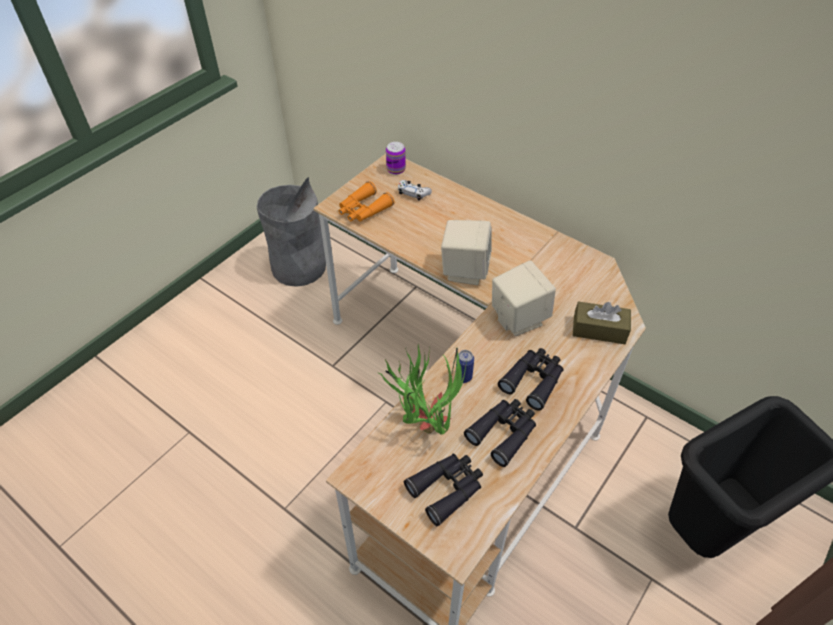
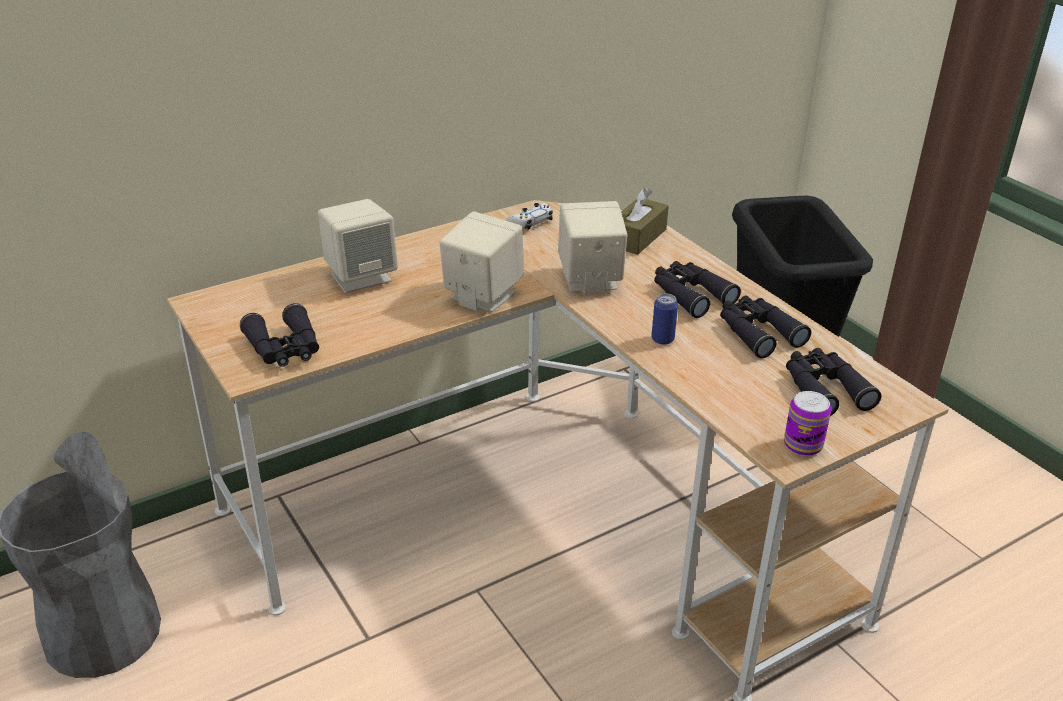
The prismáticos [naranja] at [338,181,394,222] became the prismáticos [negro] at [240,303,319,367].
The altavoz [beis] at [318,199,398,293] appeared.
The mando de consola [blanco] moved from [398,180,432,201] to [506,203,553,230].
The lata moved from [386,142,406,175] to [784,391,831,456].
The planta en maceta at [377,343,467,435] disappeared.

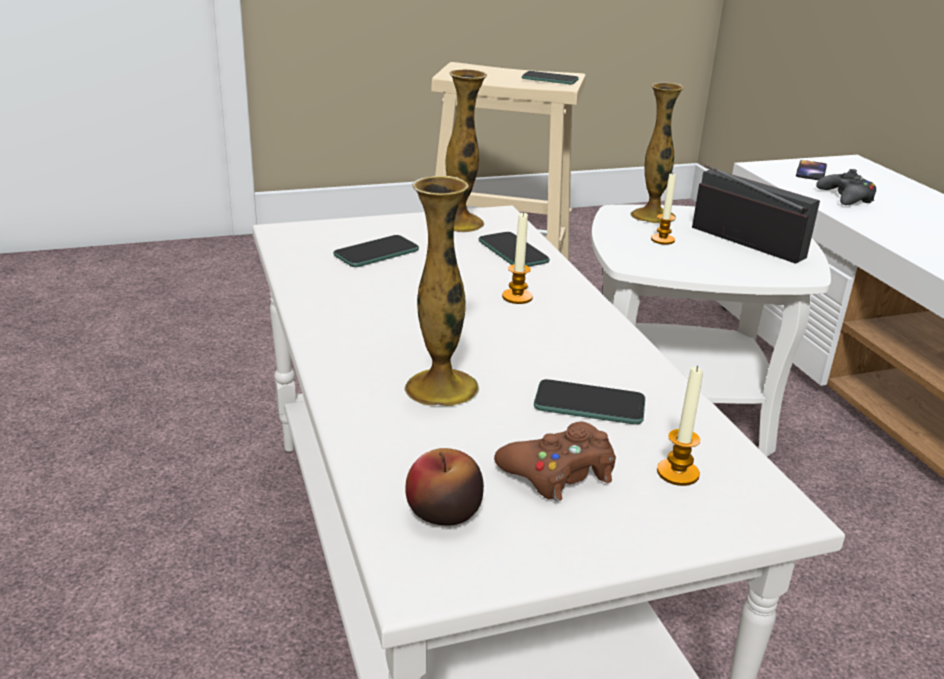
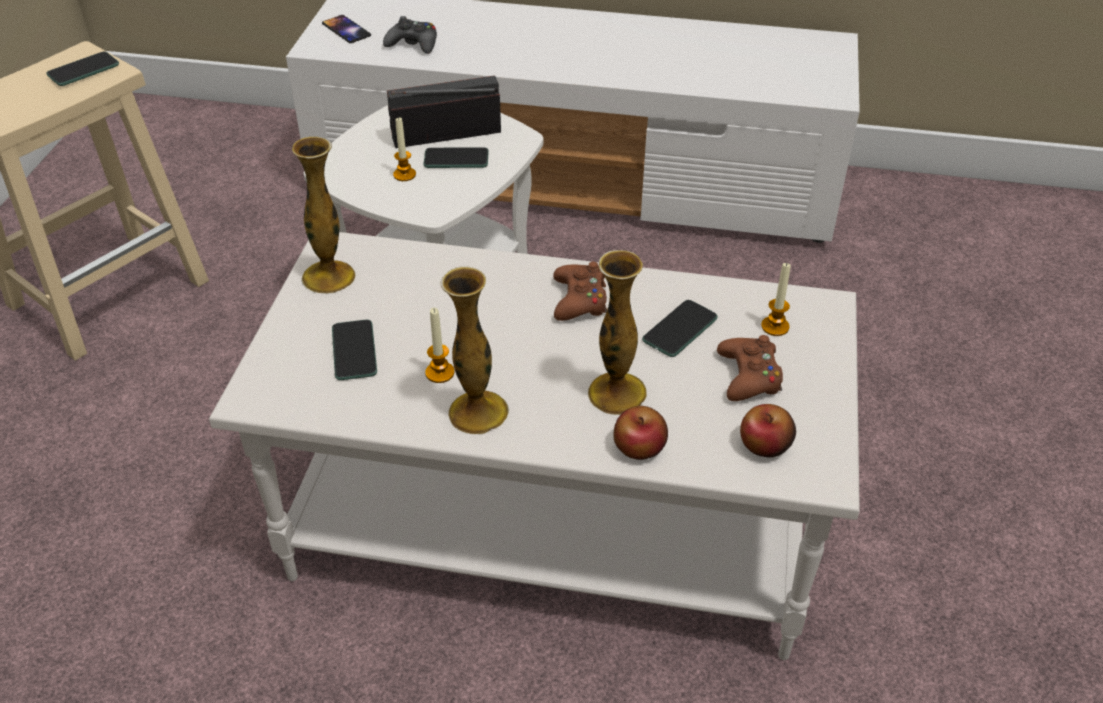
The móvil moved from [479,232,550,267] to [423,147,489,168].
The vela moved from [502,211,533,304] to [425,308,454,383].
The florero moved from [630,83,684,223] to [440,266,509,435].
The mando de consola [marrón] at [553,261,607,321] appeared.
The manzana at [613,406,668,460] appeared.

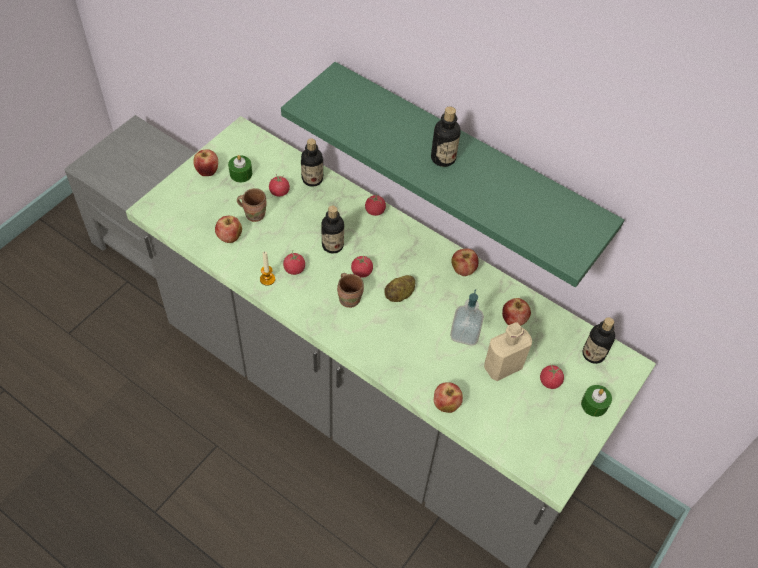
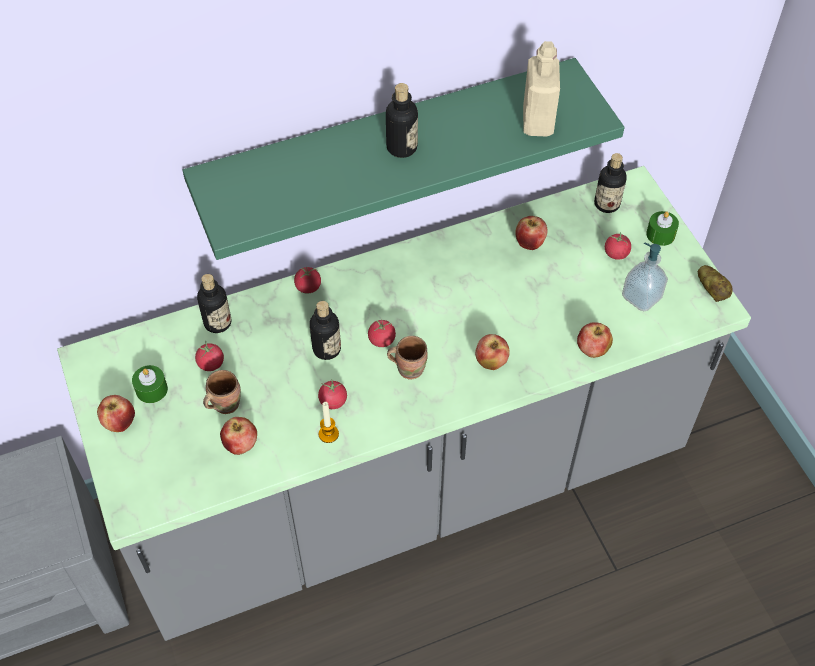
The manzana moved from [451,248,479,276] to [475,334,510,370].
The botella [beis] moved from [484,322,532,381] to [523,41,560,136].
The dispensador de jabón moved from [450,289,484,346] to [622,242,668,311].
The patata moved from [384,275,415,302] to [698,265,733,302].

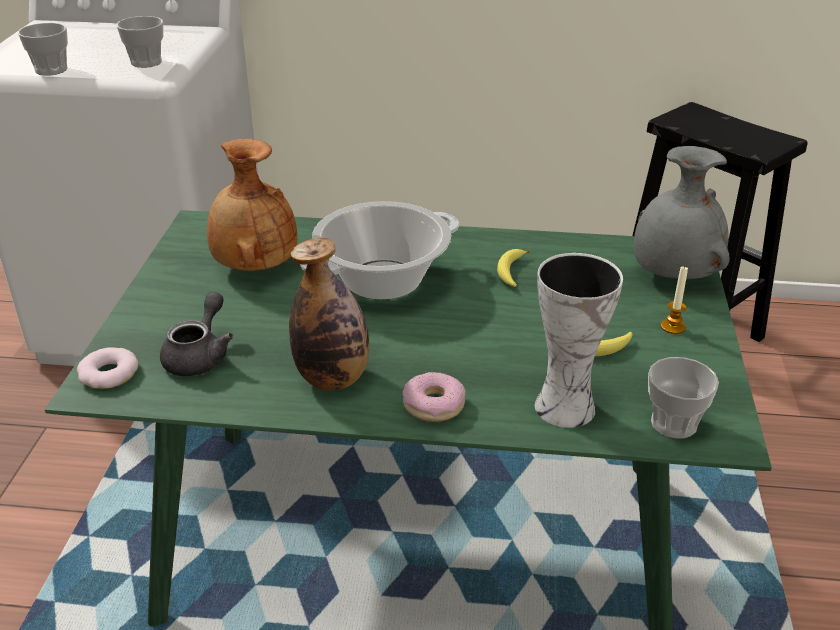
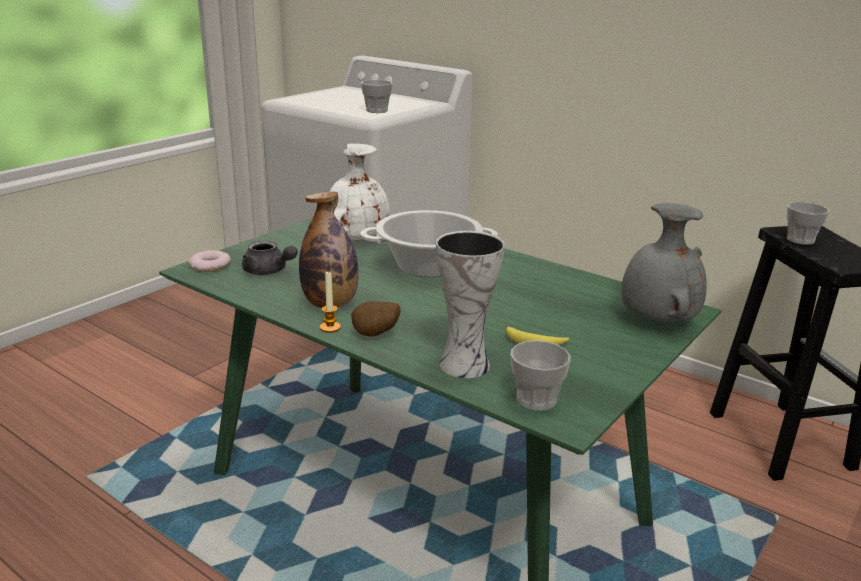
The tetera [gris] at [160,292,233,376] turned 75 degrees clockwise.
The vela moved from [661,265,688,334] to [320,271,341,333].
The florero [marrón] at [207,138,297,271] became the florero [blanco] at [330,144,390,240].
The rosquilla at [402,372,466,422] was replaced by the patata at [351,301,401,337].
The taza moved from [18,23,68,76] to [786,202,829,245].
The plátano at [497,249,530,287] disappeared.

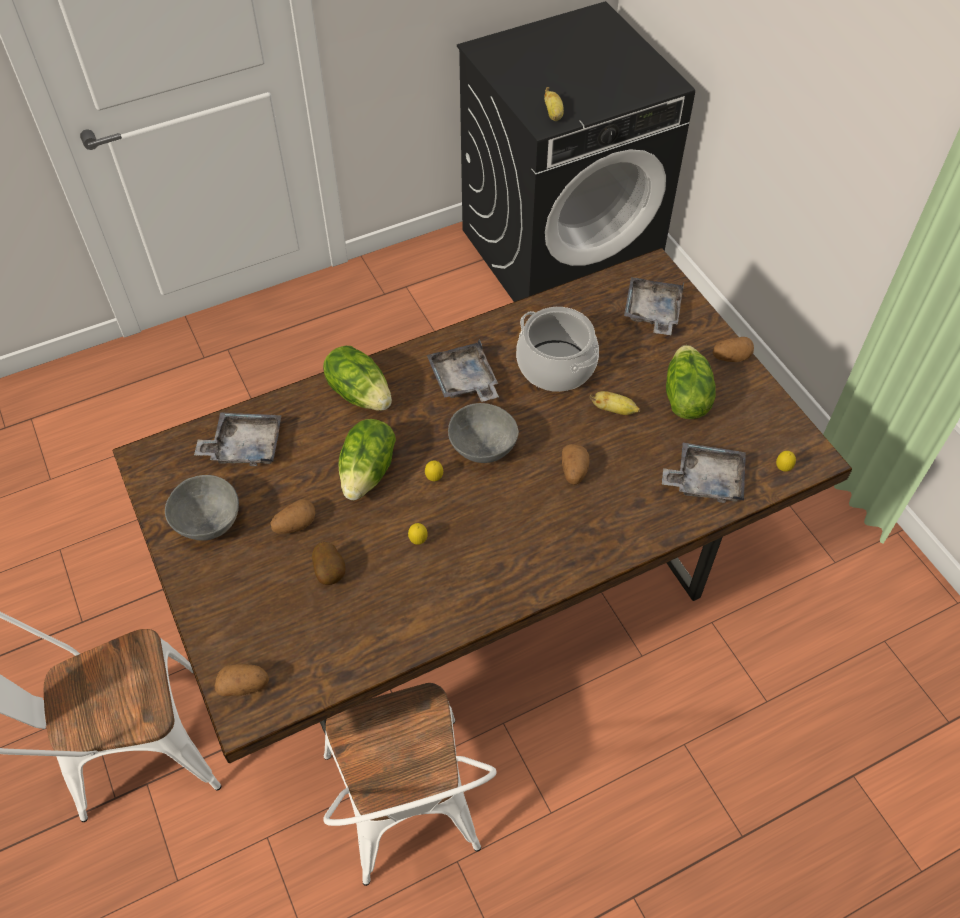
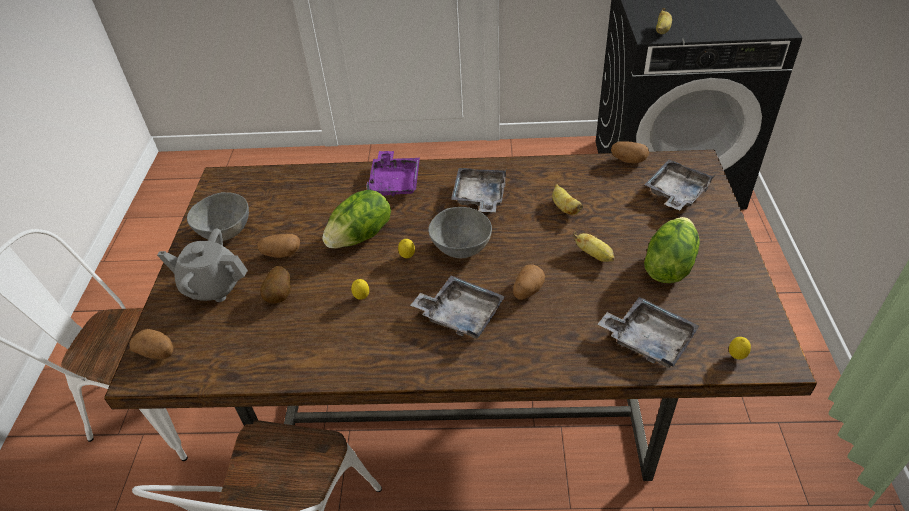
The tetera [gris] at [157,229,248,302] appeared.
The lechuga at [323,346,392,411] was replaced by the bandeja [morado] at [366,151,420,197].
The bandeja [gris] moved from [194,413,282,466] to [411,275,505,339].
The olla at [516,307,599,392] was replaced by the plátano at [552,184,583,215].
The patata moved from [713,337,754,362] to [611,141,649,163].

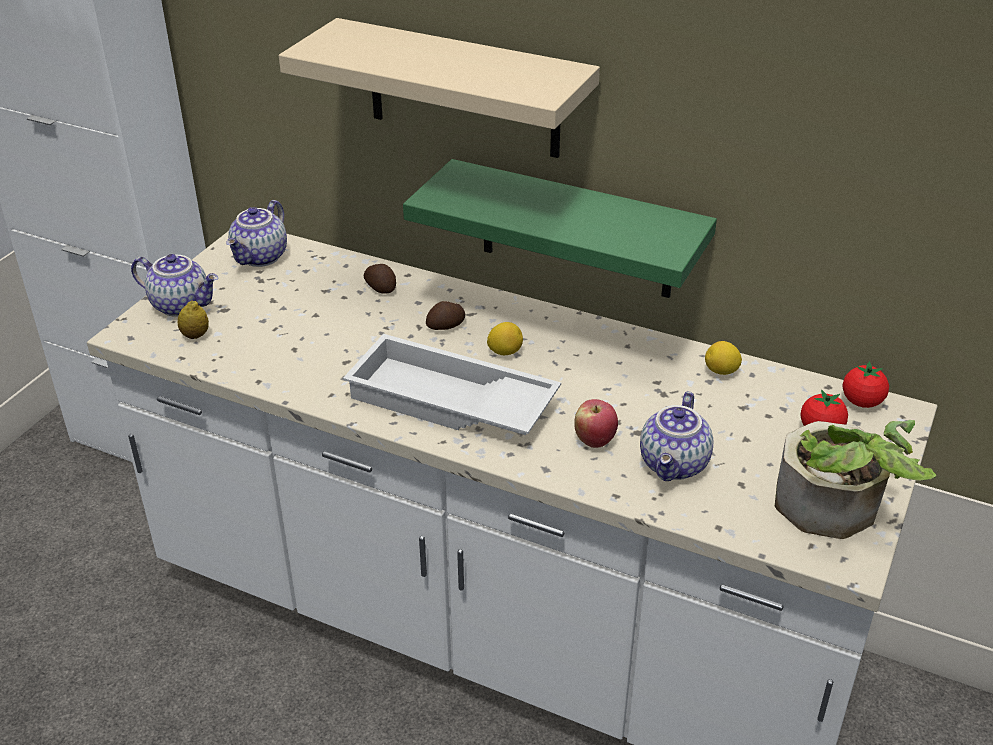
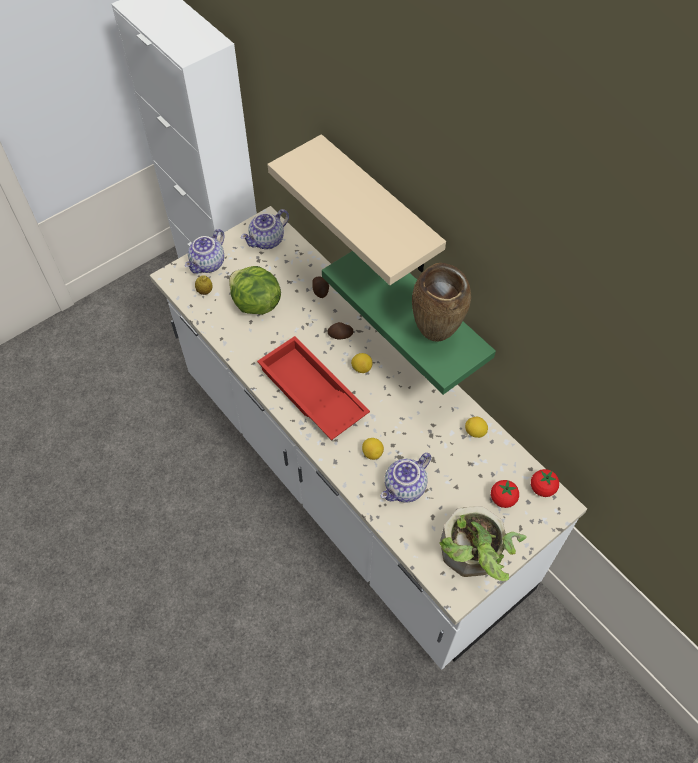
The tetera at [131,254,218,317] turned 75 degrees clockwise.
The lechuga at [229,266,281,315] appeared.
The bandeja [blanco] at [343,334,561,435] became the bandeja [rojo] at [257,336,370,440].
The manzana at [574,399,618,448] was replaced by the limón at [362,438,384,460].
The florero [marrón] at [412,263,471,342] appeared.

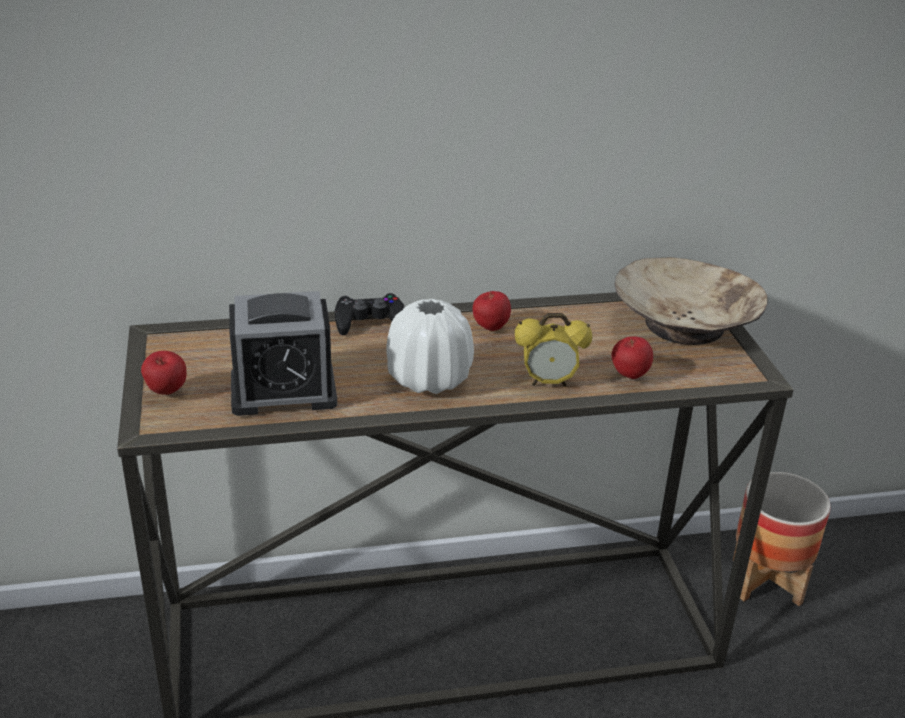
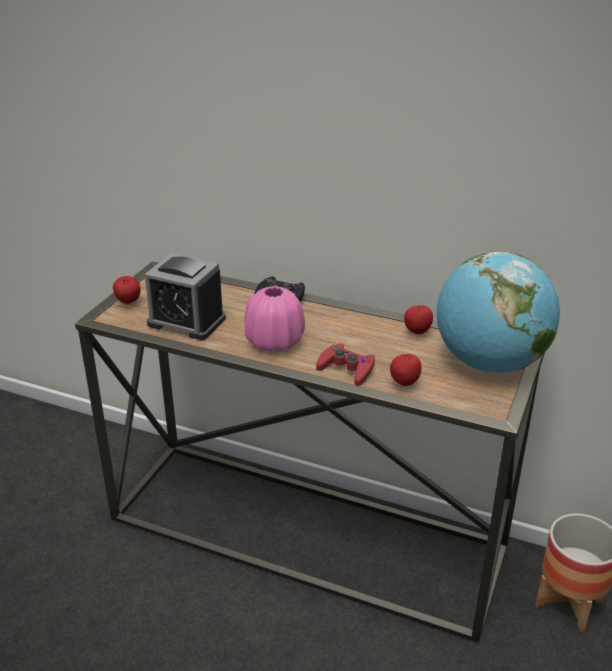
The florero [blanco] at [386,299,474,394] became the florero [rosa] at [244,286,305,352].
The despertador at [515,313,592,387] was replaced by the mando de consola [rojo] at [316,343,375,386].
The manzana moved from [473,291,511,331] to [404,305,433,334].
The cuenco [beis] at [614,257,768,345] was replaced by the globo terráqueo at [436,251,560,373].

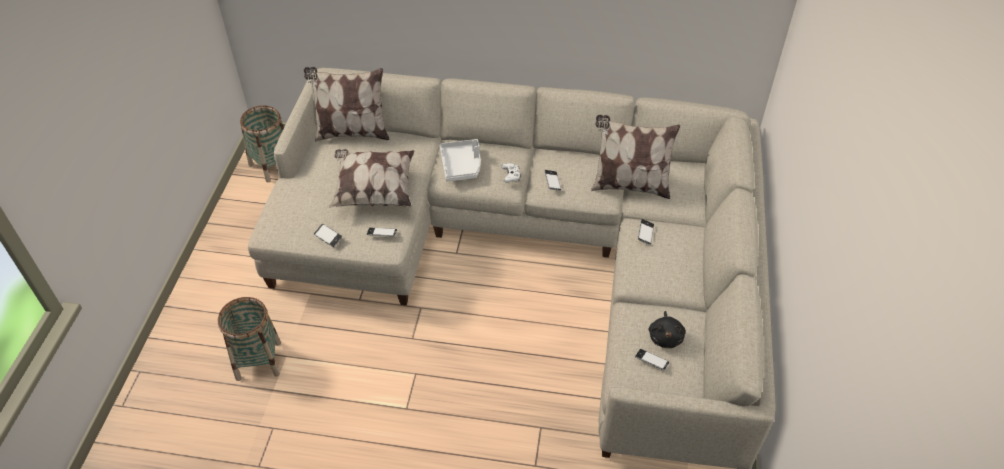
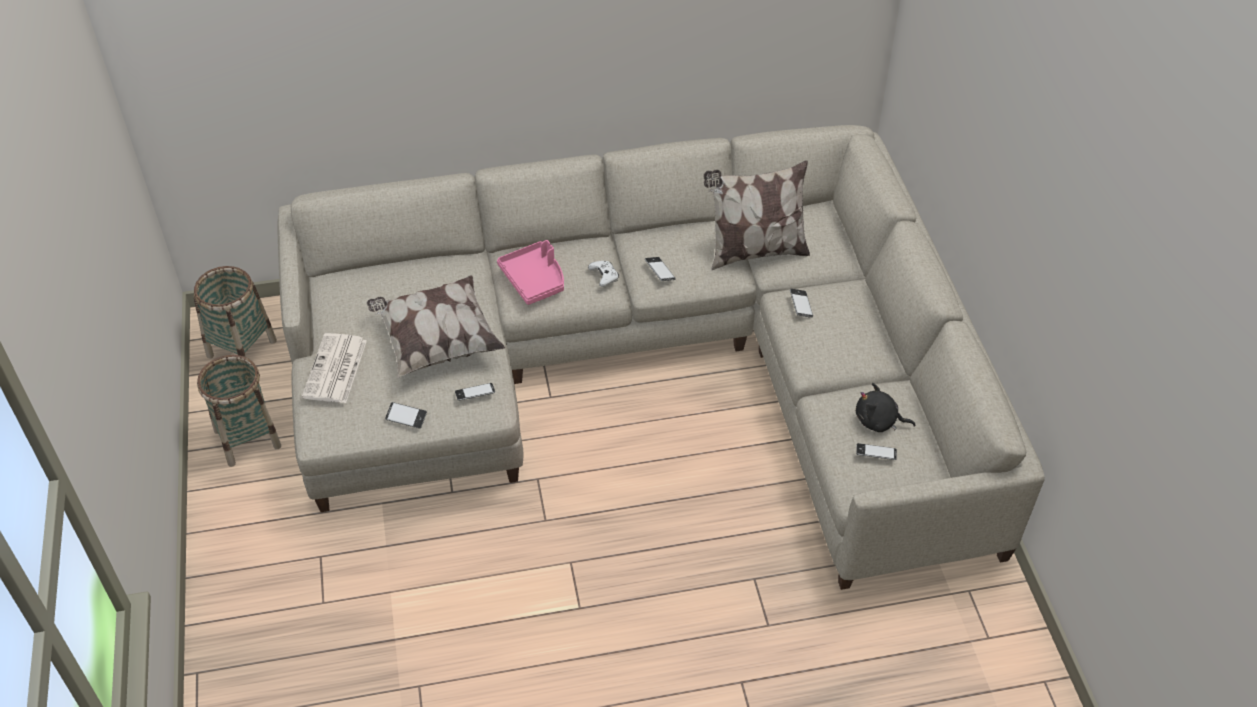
The cesta moved from [218,297,281,381] to [197,355,281,467].
The periódico at [302,333,367,403] appeared.
The bandeja [gris] at [439,139,481,181] became the bandeja [rosa] at [497,240,564,305].
The peluche [negro] at [649,311,686,348] turned 120 degrees clockwise.
The cojín at [304,67,389,142] disappeared.

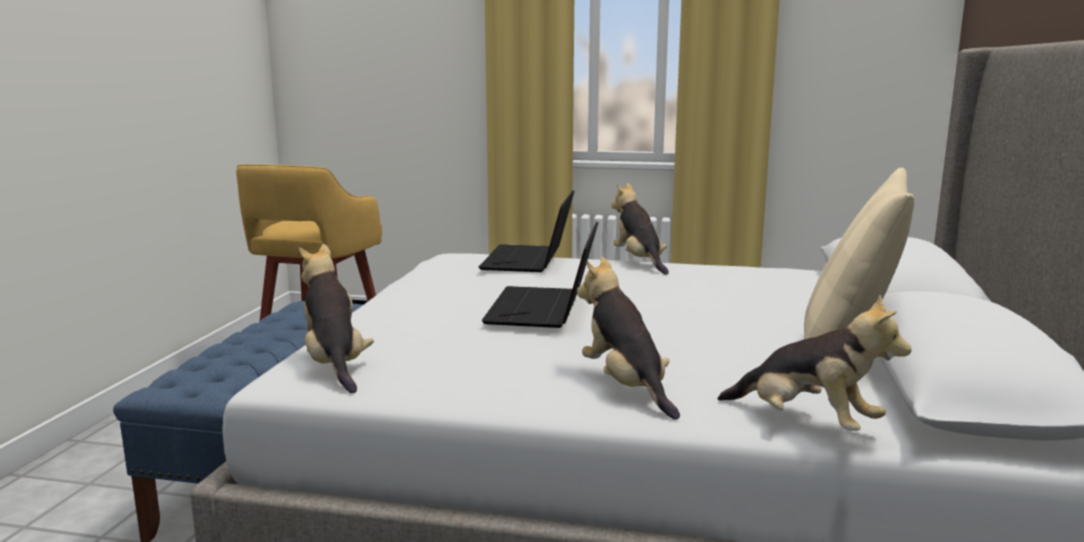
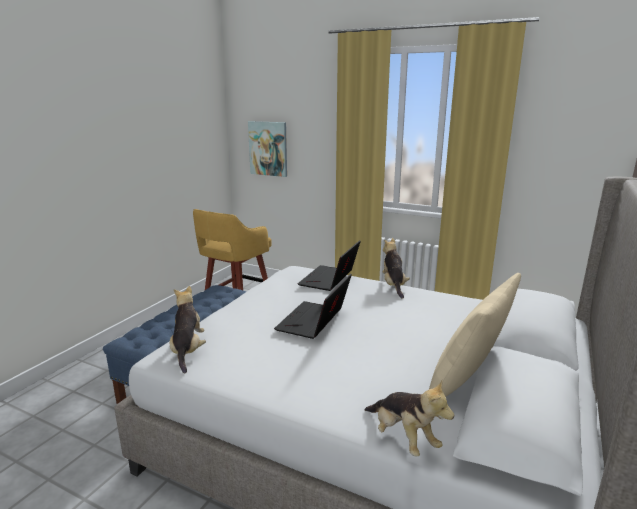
The cuadro at [248,121,287,177] appeared.
The peluche at [577,257,680,420] disappeared.

